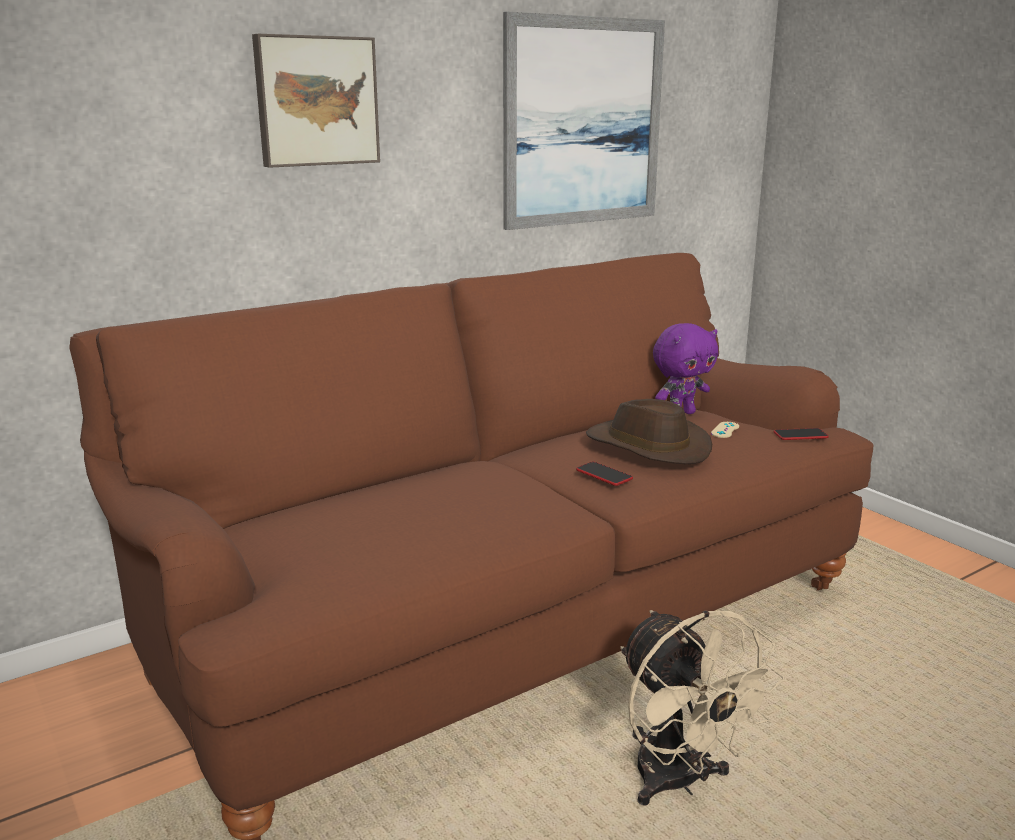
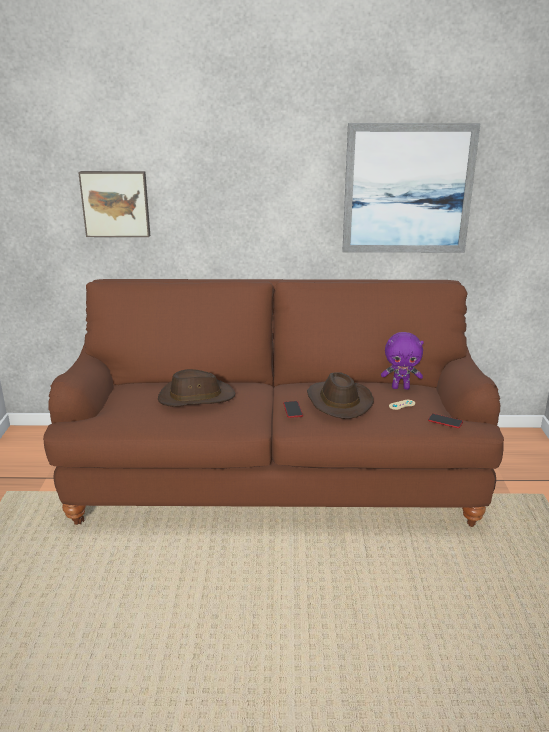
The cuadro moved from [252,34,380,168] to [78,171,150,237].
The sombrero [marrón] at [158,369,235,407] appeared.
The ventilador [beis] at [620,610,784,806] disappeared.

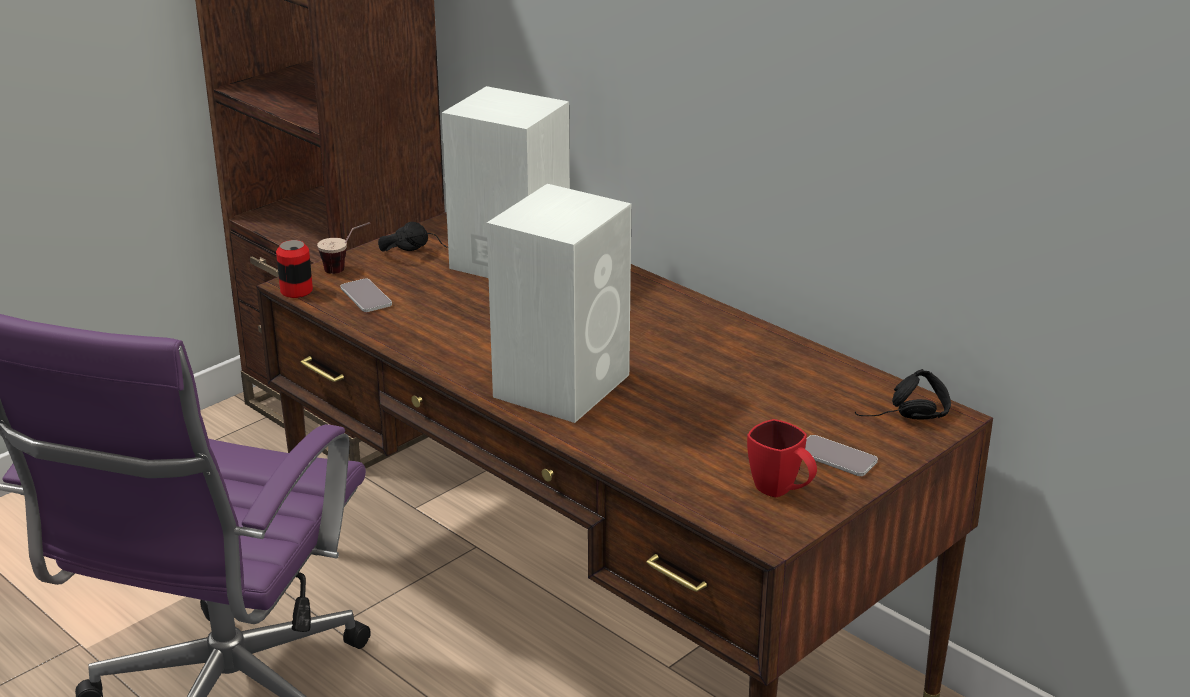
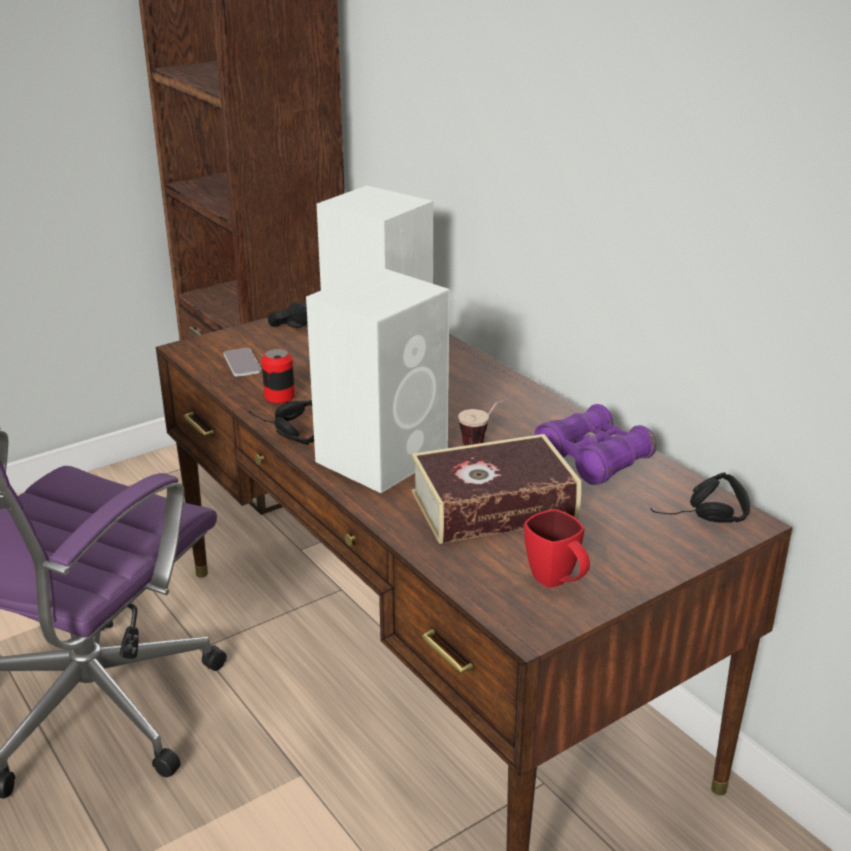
The auriculares [negro] at [249,400,314,445] appeared.
The lata moved from [276,240,313,298] to [262,349,295,404].
The libro at [412,434,581,544] appeared.
The taza moved from [317,222,370,274] to [458,397,516,446].
The prismáticos [morado] at [534,404,657,485] appeared.
The móvil at [805,435,878,476] disappeared.

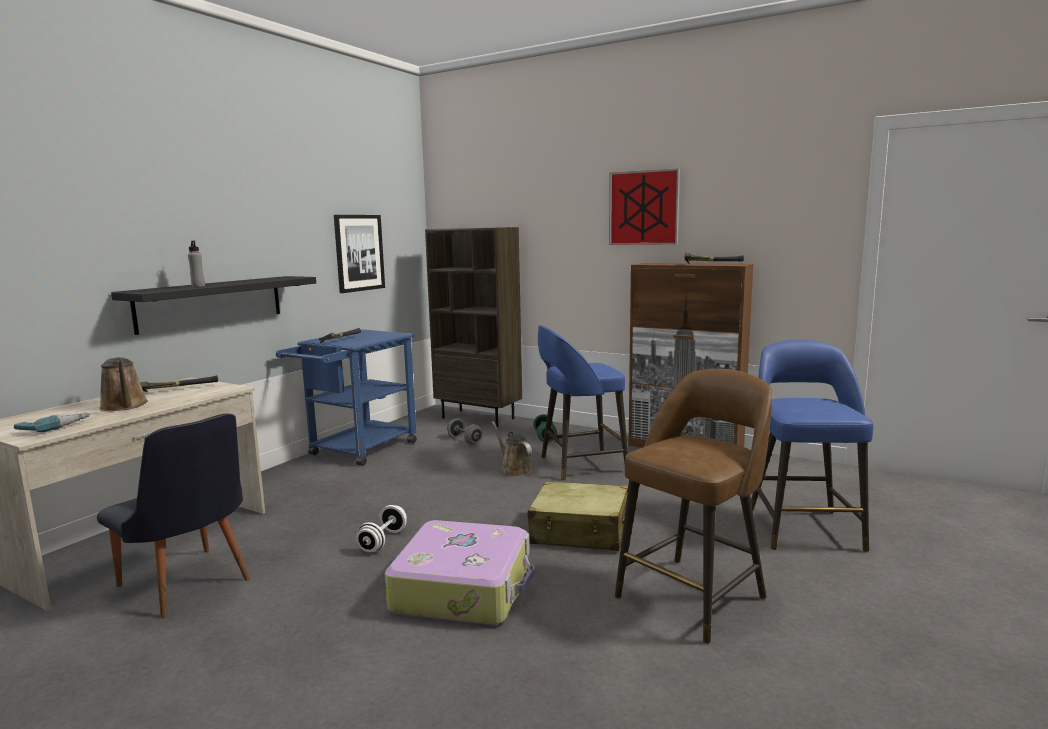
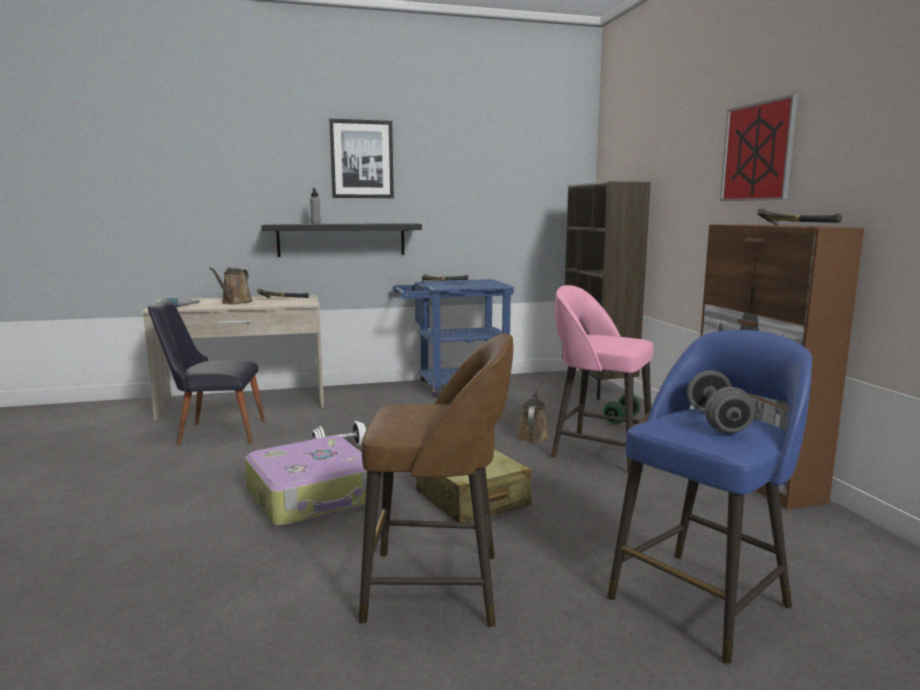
The silla [negro] at [97,413,250,618] turned 90 degrees clockwise.
The cuadro moved from [334,215,385,293] to [329,119,394,198].
The taburete [azul] at [538,325,628,481] became the taburete [rosa] at [551,285,653,473].
The mancuerna [gris] moved from [447,418,483,445] to [687,370,755,434].

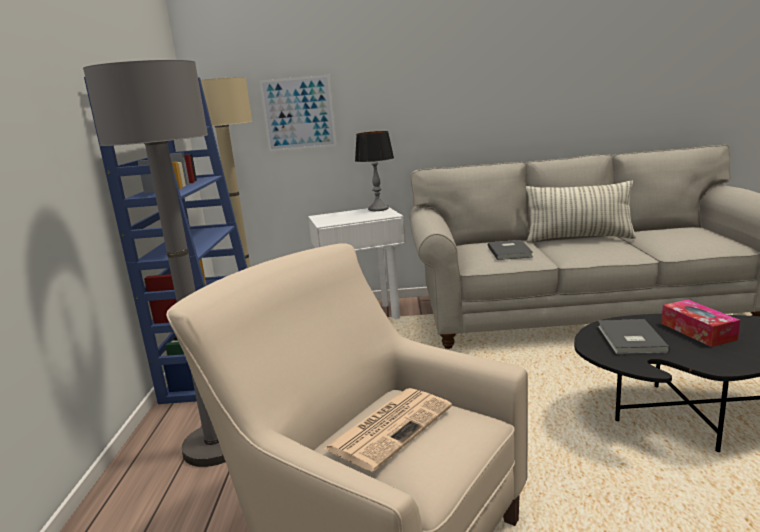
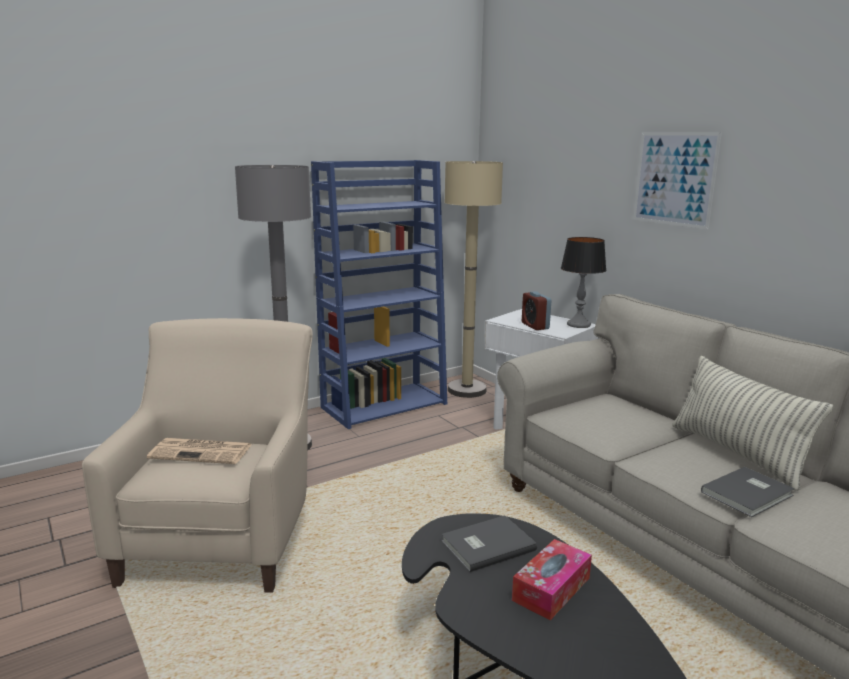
The despertador at [522,291,551,330] appeared.
The cuadro moved from [260,75,336,152] to [633,132,722,229].
The libro [gris] moved from [488,240,533,260] to [701,467,795,517].

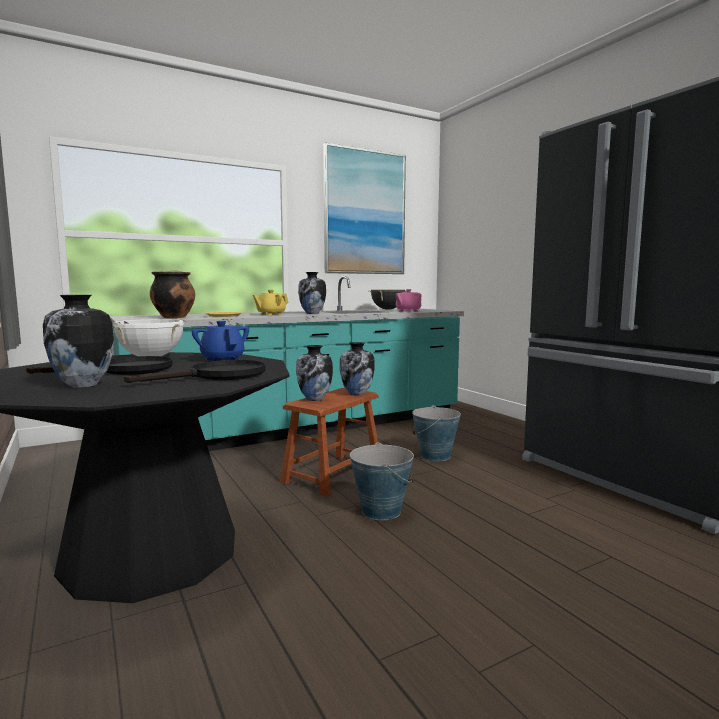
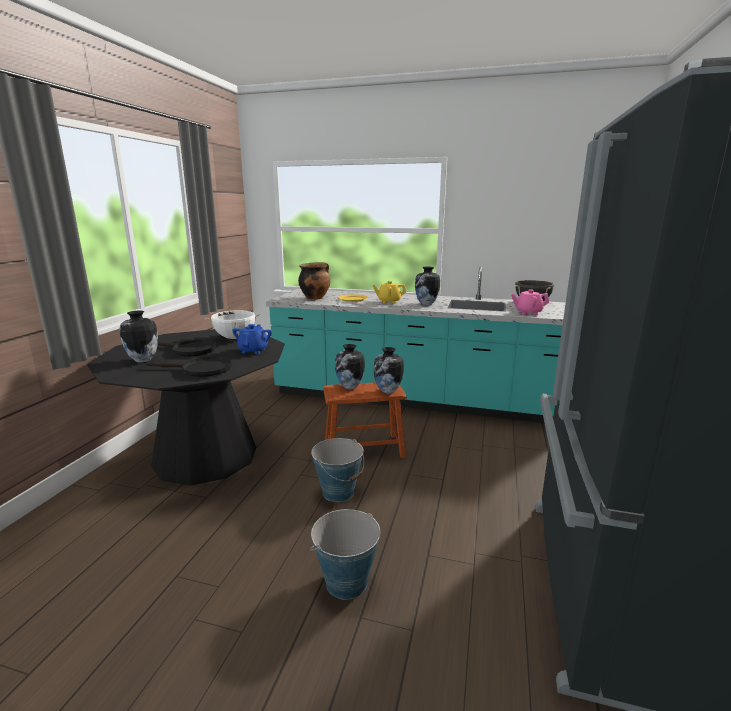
The cubo moved from [412,405,461,461] to [310,509,380,600].
The cuadro at [323,143,406,274] disappeared.

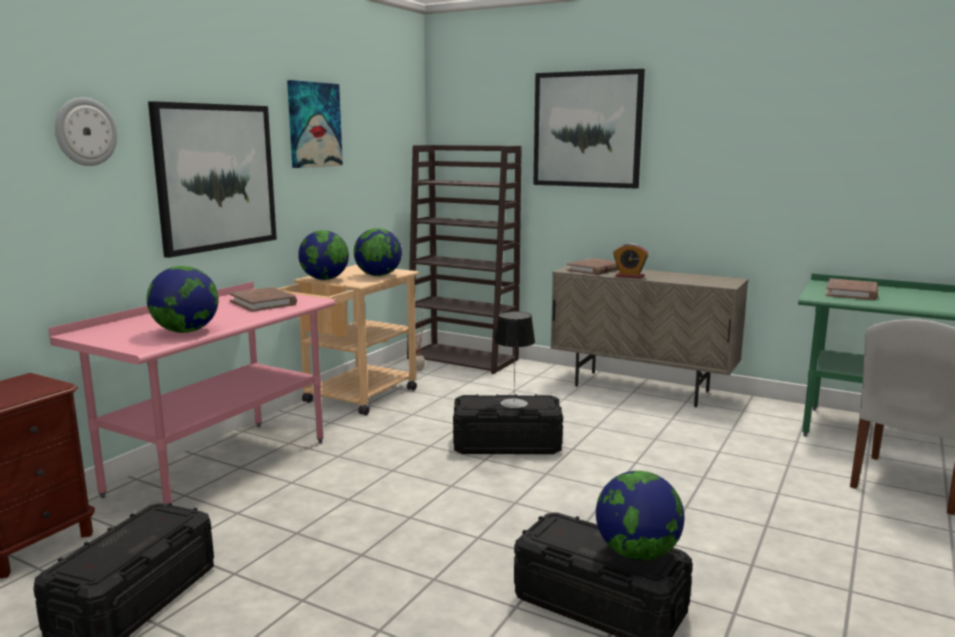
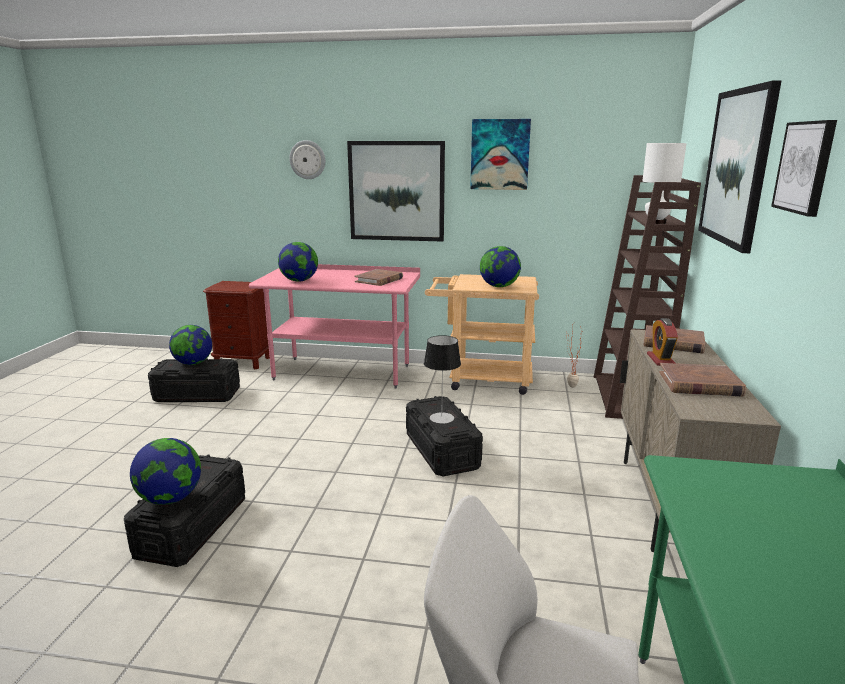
The globo terráqueo moved from [298,230,349,280] to [169,325,212,365].
The lámpara de mesa [blanco] at [643,143,687,224] appeared.
The libro [marrón] moved from [826,278,878,300] to [659,363,746,397].
The cuadro at [771,120,837,217] appeared.

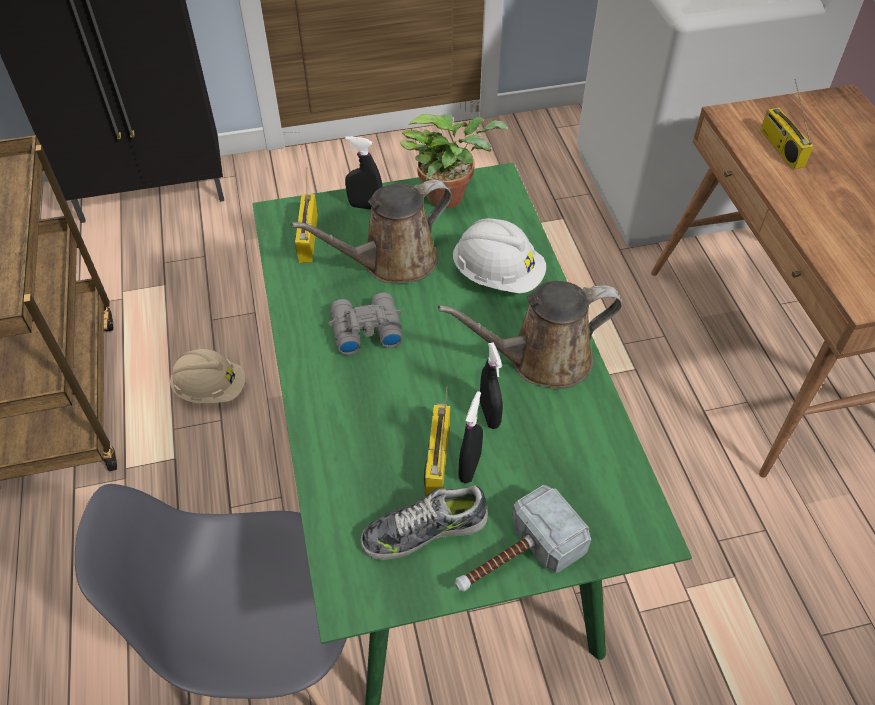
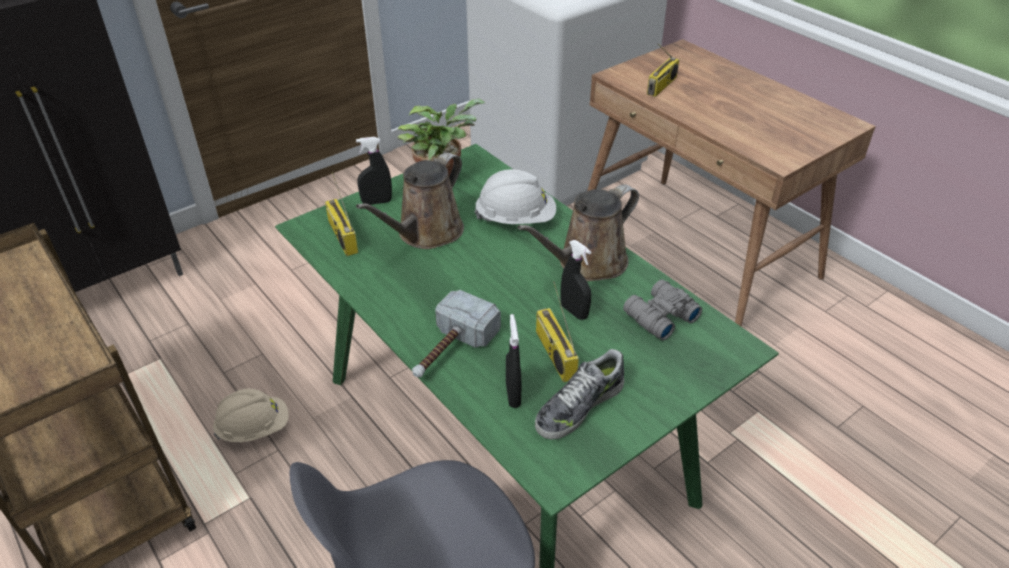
The martillo moved from [455,485,591,592] to [412,290,501,377].
The pulverizador [negro] moved from [458,391,483,483] to [506,314,521,408].
The prismáticos [gris] moved from [328,293,403,355] to [623,279,702,340].
The radio at [761,79,813,169] turned 105 degrees counterclockwise.

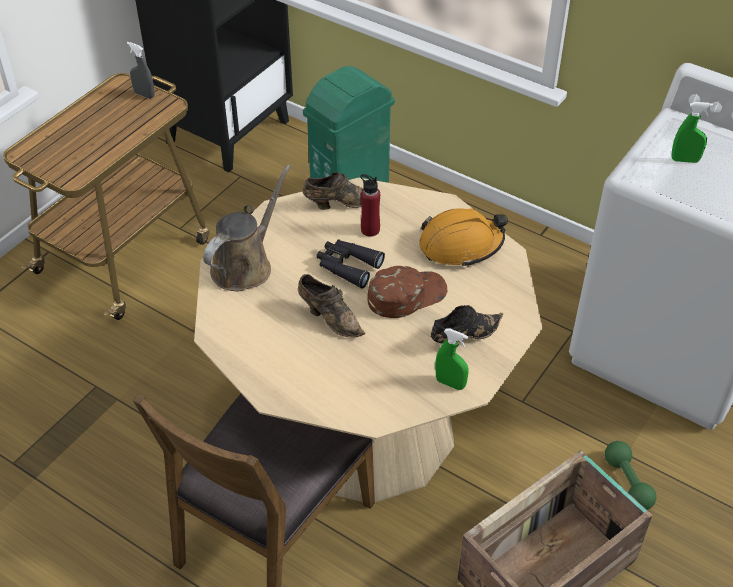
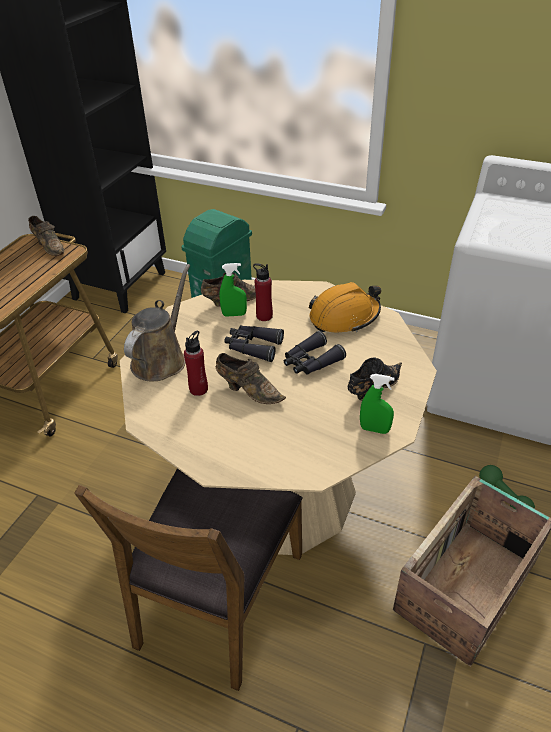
The pulverizador [gris] at [127,42,154,99] was replaced by the zapato [marrón] at [28,216,64,256].
The botella [rojo] at [184,331,208,396] appeared.
The pulverizador [verde] moved from [671,102,713,163] to [219,263,247,317].
The gorra [marrón] at [367,266,448,318] was replaced by the prismáticos [negro] at [284,331,346,375].

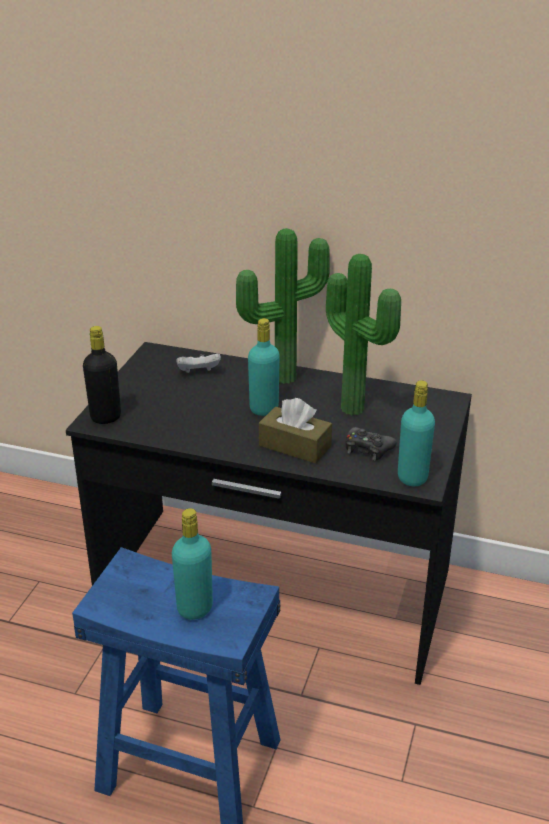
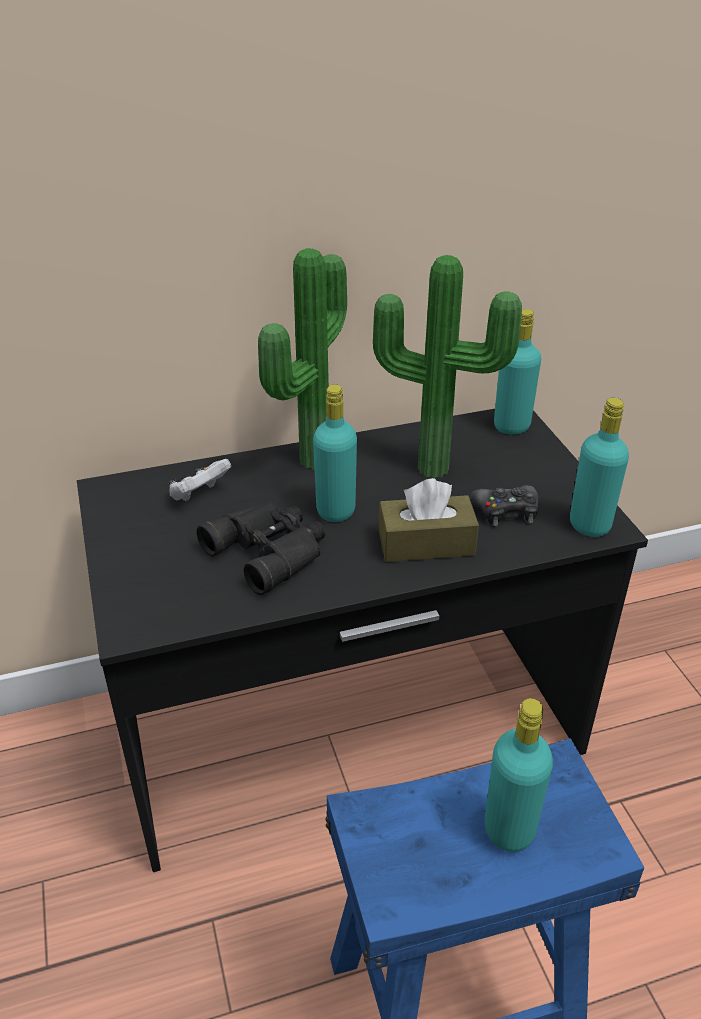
The prismáticos [negro] at [197,501,326,595] appeared.
The botella [turquesa] at [494,309,541,435] appeared.
The botella [negro] at [83,326,121,424] disappeared.

